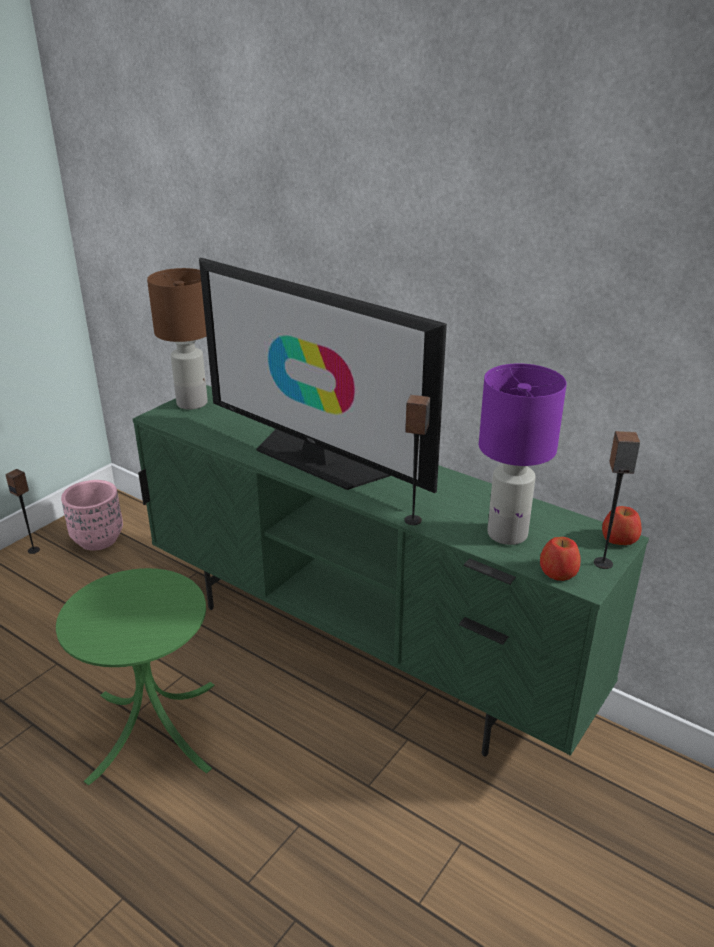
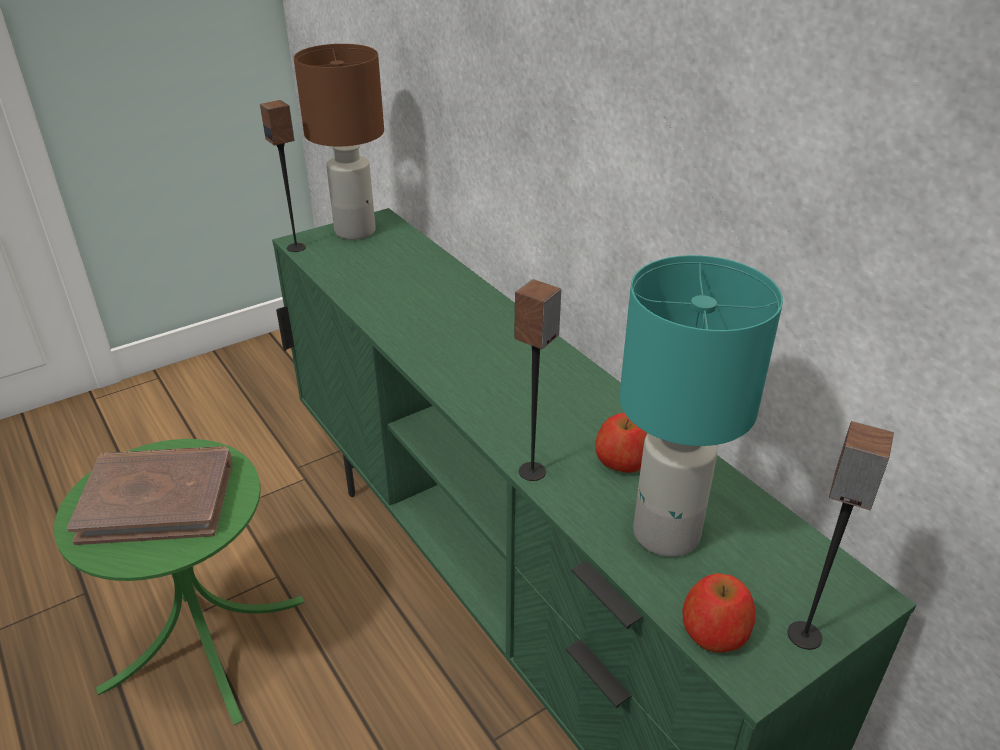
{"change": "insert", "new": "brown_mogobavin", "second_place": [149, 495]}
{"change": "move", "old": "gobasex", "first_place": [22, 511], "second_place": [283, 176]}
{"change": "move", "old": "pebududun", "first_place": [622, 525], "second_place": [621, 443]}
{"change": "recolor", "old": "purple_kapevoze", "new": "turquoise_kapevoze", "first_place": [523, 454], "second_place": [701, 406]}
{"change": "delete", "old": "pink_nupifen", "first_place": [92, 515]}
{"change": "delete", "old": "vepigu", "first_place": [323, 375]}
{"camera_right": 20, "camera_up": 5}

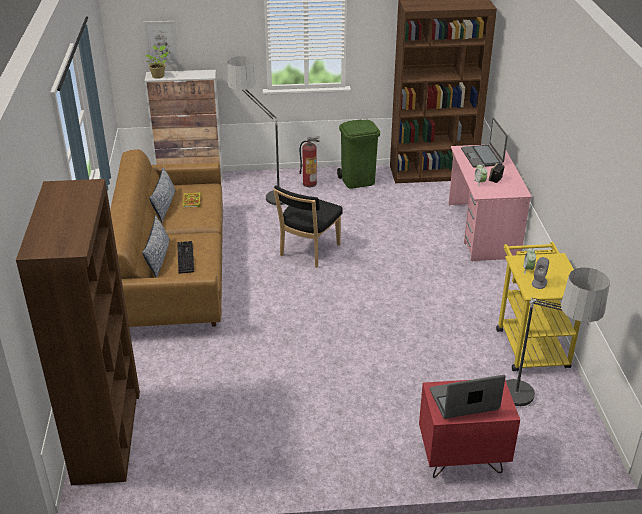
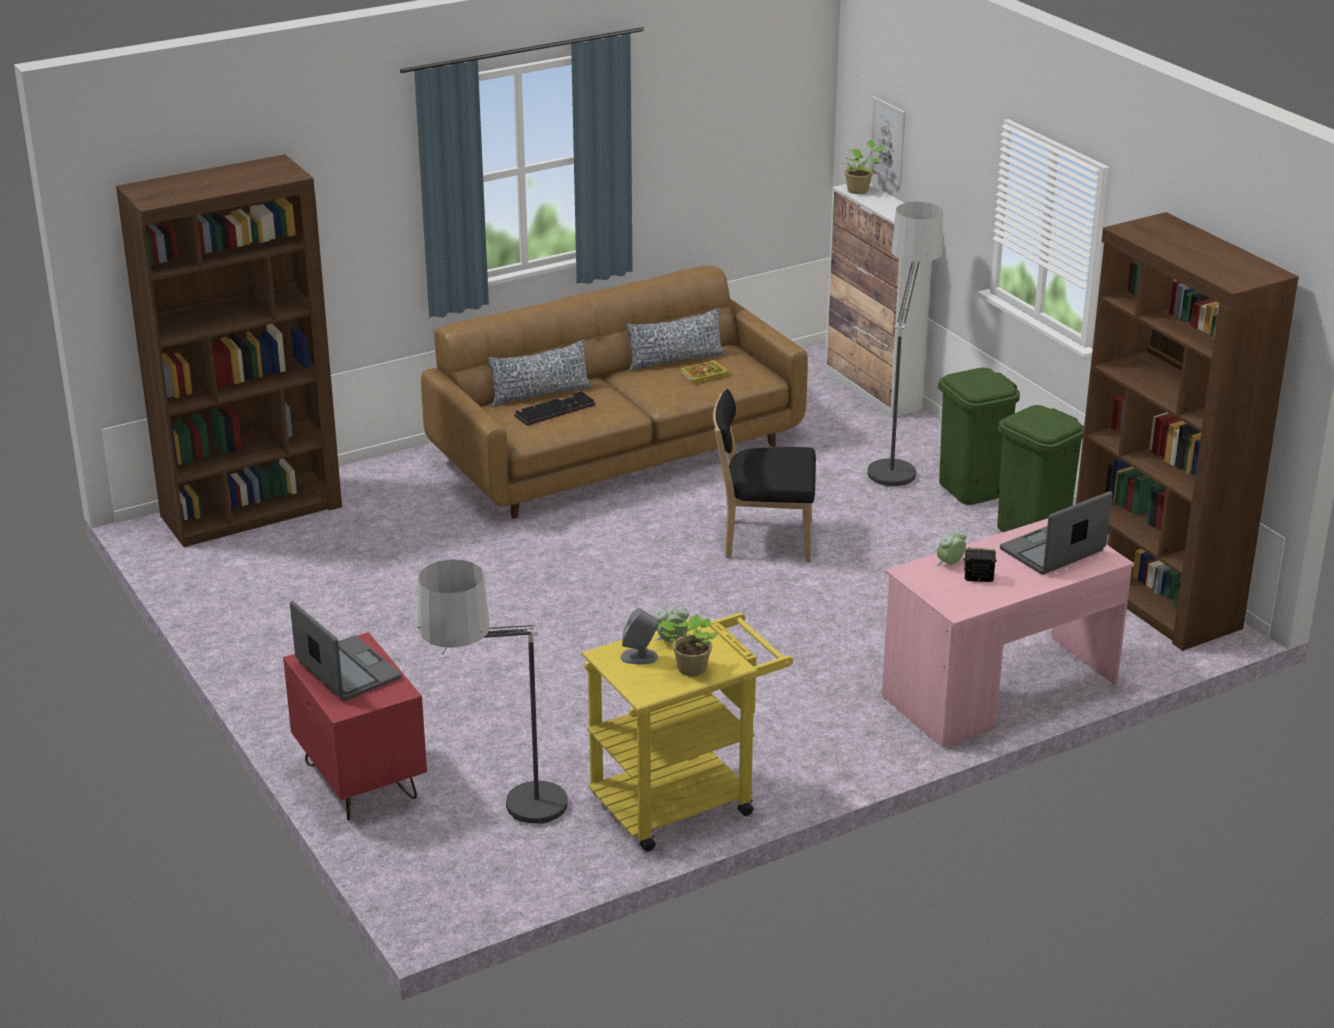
{"change": "insert", "new": "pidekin", "second_place": [688, 645]}
{"change": "replace", "old": "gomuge", "new": "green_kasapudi", "first_place": [309, 161], "second_place": [979, 436]}
{"camera_right": 65, "camera_up": -5}

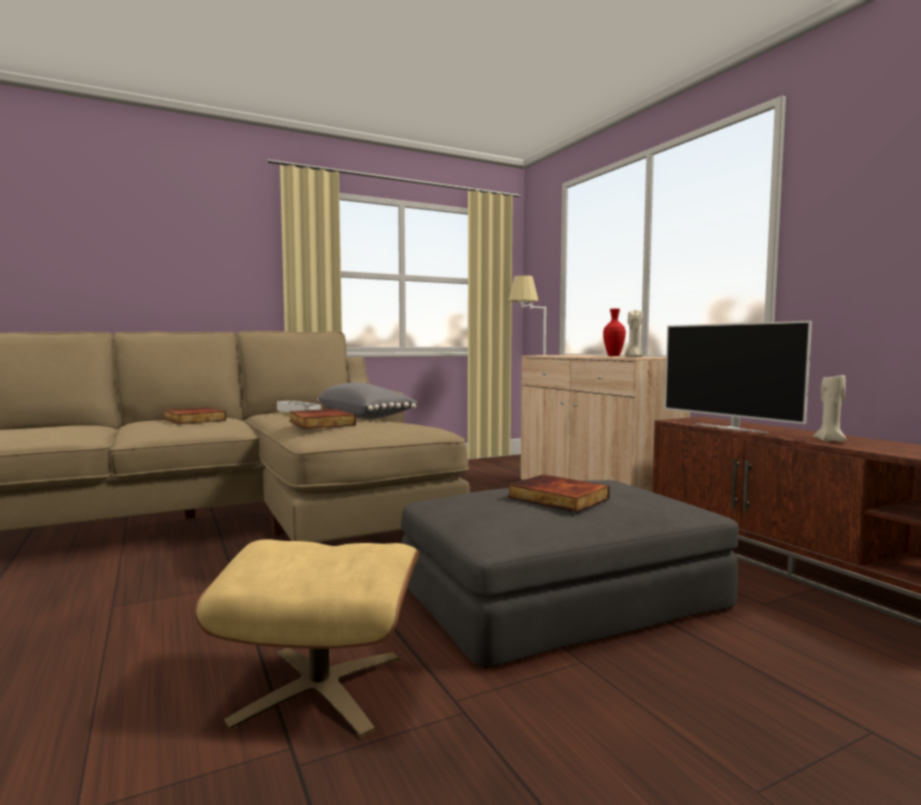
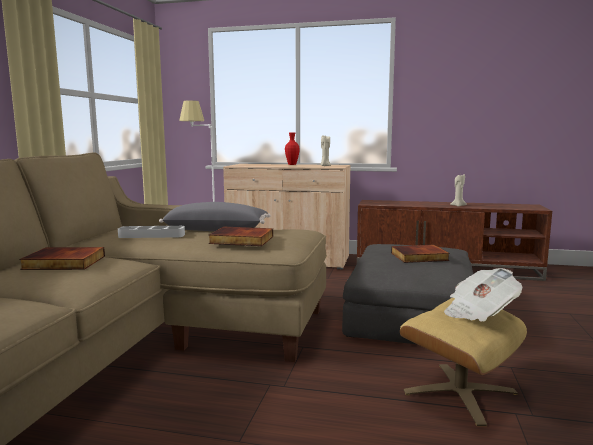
{"change": "insert", "new": "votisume", "second_place": [483, 295]}
{"change": "delete", "old": "vepigu", "first_place": [738, 377]}
{"camera_right": -50, "camera_up": 5}

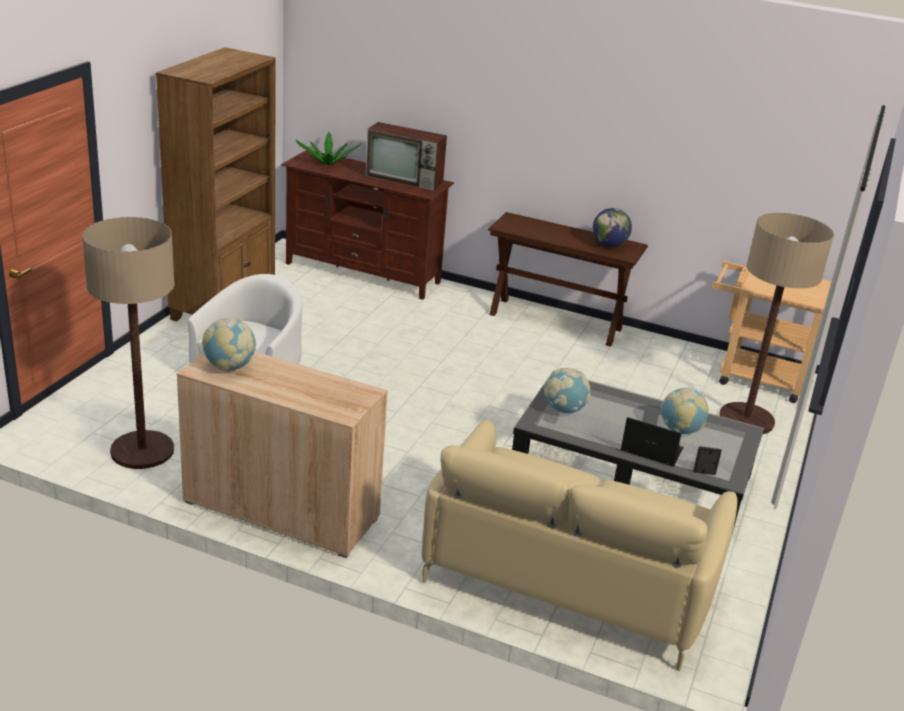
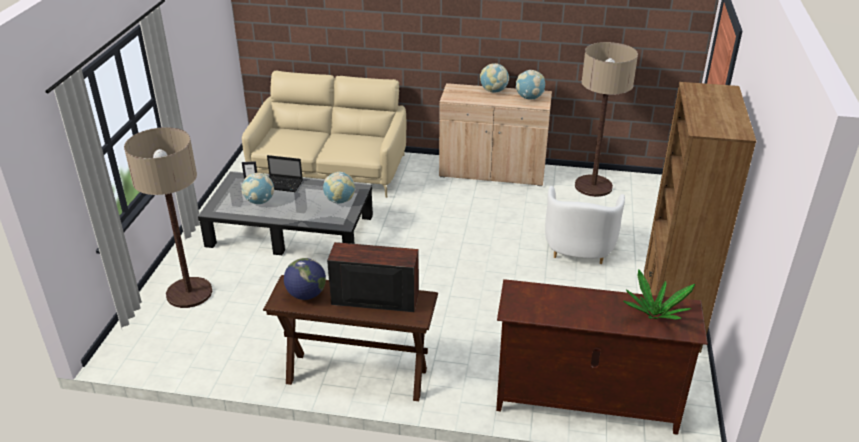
{"change": "move", "old": "vepigu", "first_place": [406, 156], "second_place": [373, 277]}
{"change": "insert", "new": "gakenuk", "second_place": [494, 78]}
{"change": "delete", "old": "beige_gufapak", "first_place": [771, 332]}
{"camera_right": 170, "camera_up": 5}

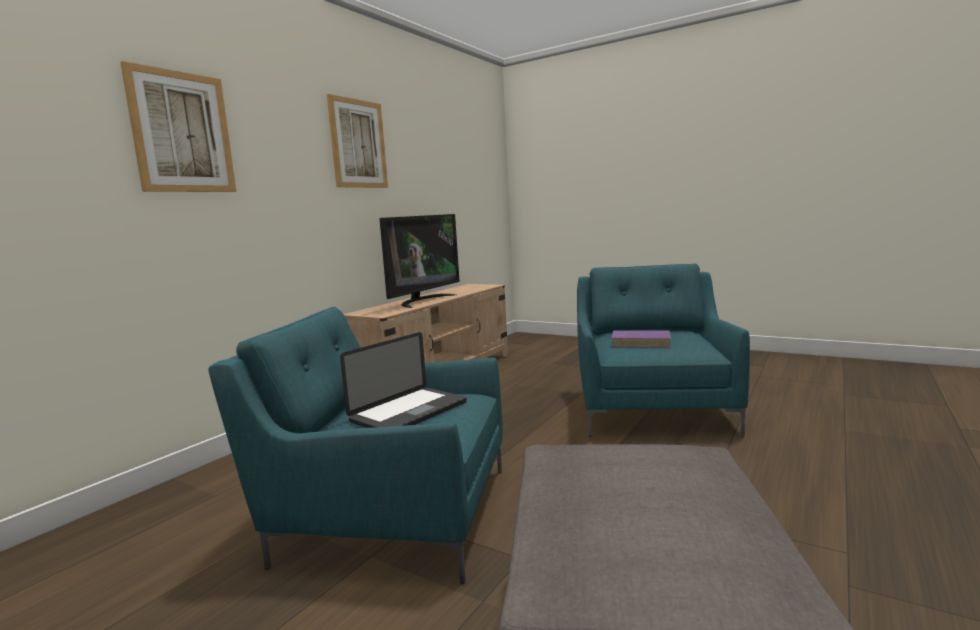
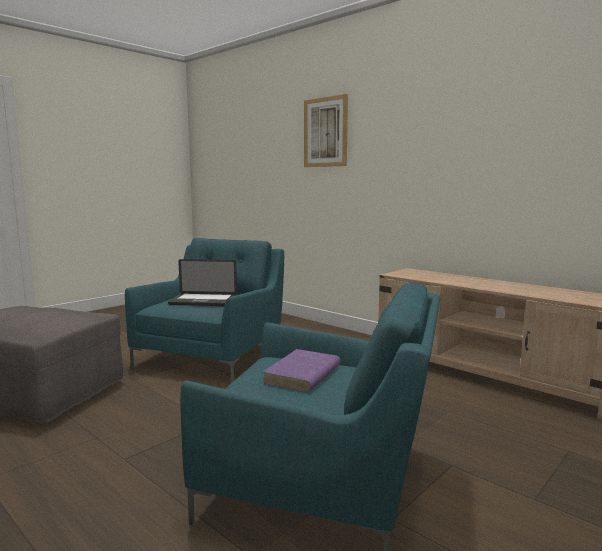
{"change": "rotate", "old": "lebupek", "first_place": [403, 380], "second_place": [202, 282], "degrees": -45}
{"change": "delete", "old": "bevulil", "first_place": [357, 141]}
{"change": "delete", "old": "vepigu", "first_place": [419, 261]}
{"camera_right": 100, "camera_up": 0}

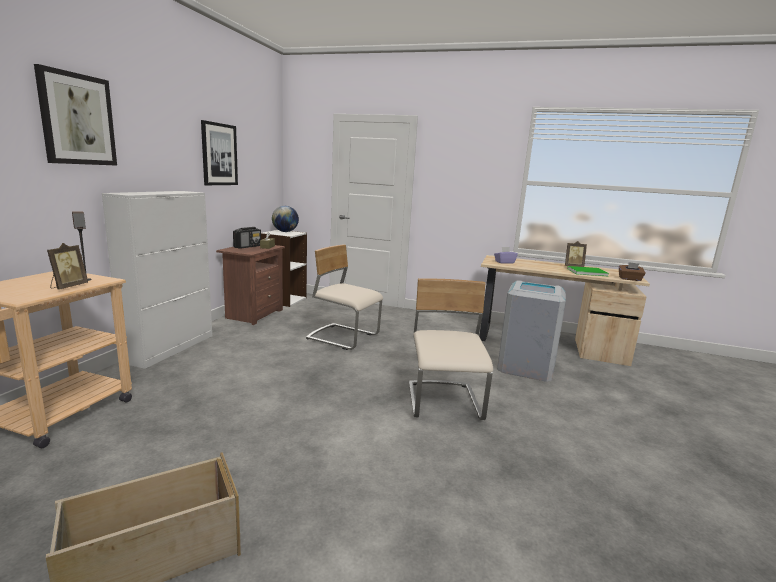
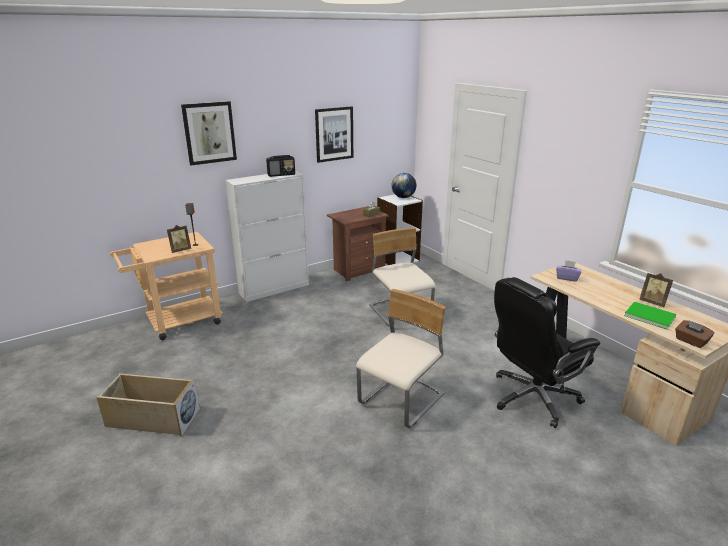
{"change": "move", "old": "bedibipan", "first_place": [247, 238], "second_place": [280, 166]}
{"change": "replace", "old": "grey_kasapudi", "new": "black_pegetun", "first_place": [531, 331], "second_place": [547, 352]}
{"camera_right": 40, "camera_up": 10}

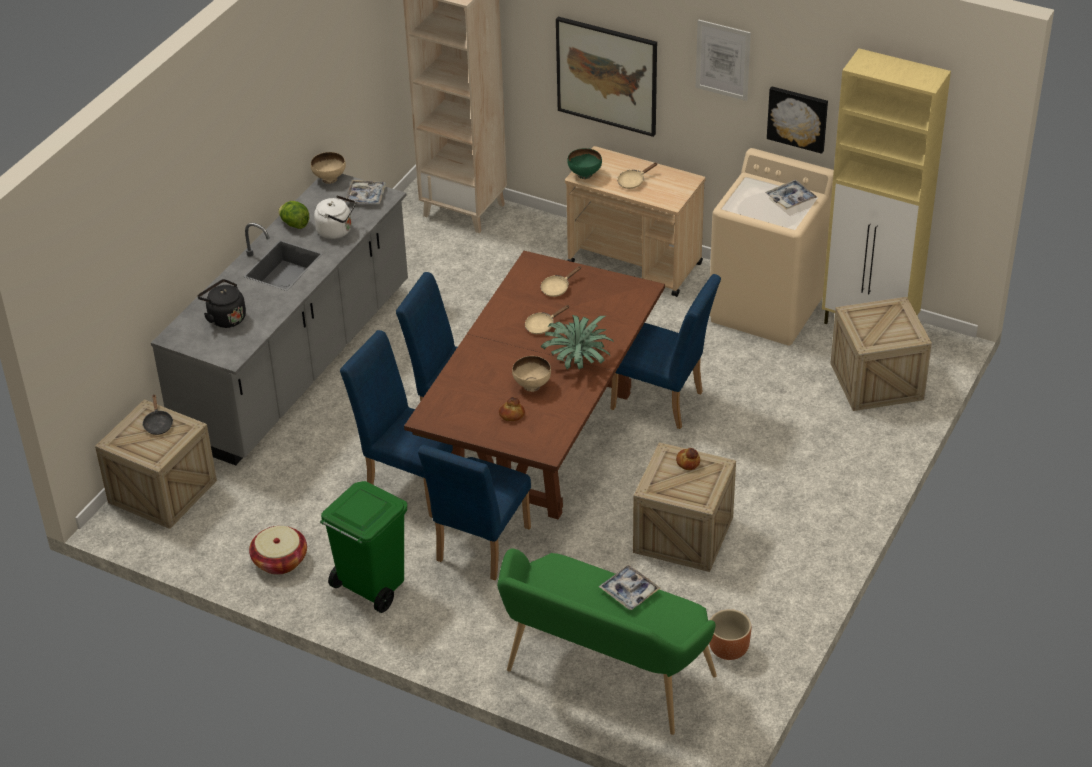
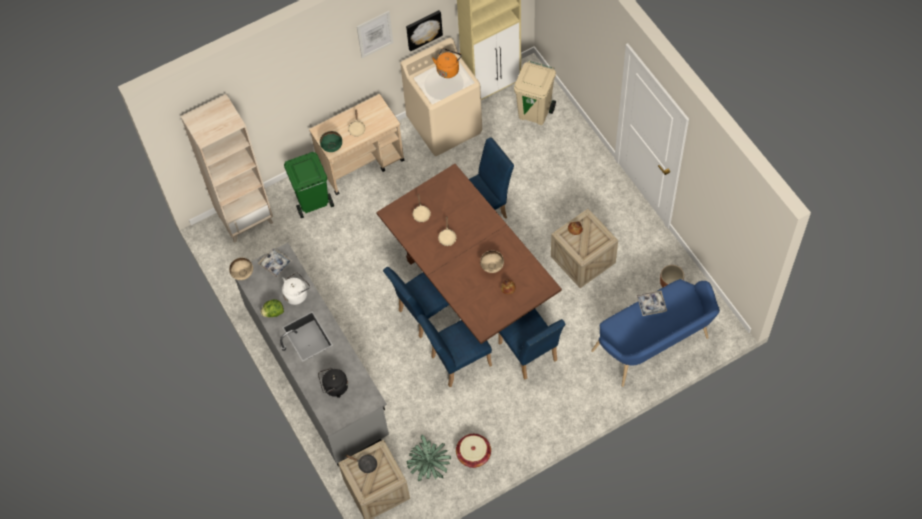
{"change": "move", "old": "green_kasapudi", "first_place": [363, 547], "second_place": [309, 185]}
{"change": "move", "old": "pidekin", "first_place": [577, 342], "second_place": [428, 458]}
{"change": "replace", "old": "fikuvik", "new": "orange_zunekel", "first_place": [791, 195], "second_place": [447, 63]}
{"change": "replace", "old": "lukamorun", "new": "beige_kasapudi", "first_place": [881, 354], "second_place": [535, 93]}
{"change": "recolor", "old": "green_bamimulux", "new": "blue_bamimulux", "first_place": [607, 641], "second_place": [655, 333]}
{"change": "delete", "old": "bevulil", "first_place": [606, 77]}
{"camera_right": -55, "camera_up": 20}

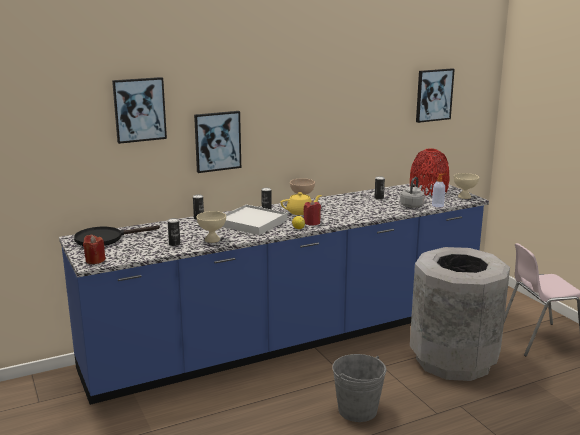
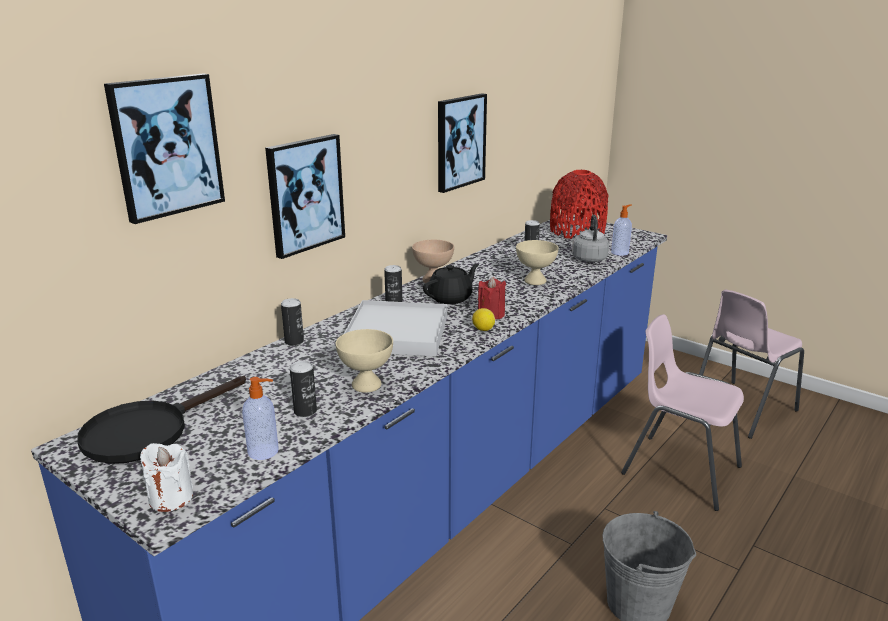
{"change": "recolor", "old": "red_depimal", "new": "white_depimal", "first_place": [94, 249], "second_place": [166, 477]}
{"change": "insert", "new": "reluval", "second_place": [260, 418]}
{"change": "recolor", "old": "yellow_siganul", "new": "black_siganul", "first_place": [301, 203], "second_place": [451, 284]}
{"change": "move", "old": "bevulil", "first_place": [435, 95], "second_place": [462, 143]}
{"change": "move", "old": "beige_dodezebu", "first_place": [466, 186], "second_place": [537, 262]}
{"change": "replace", "old": "grey_kasapudi", "new": "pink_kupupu", "first_place": [460, 314], "second_place": [682, 412]}
{"camera_right": -25, "camera_up": 5}

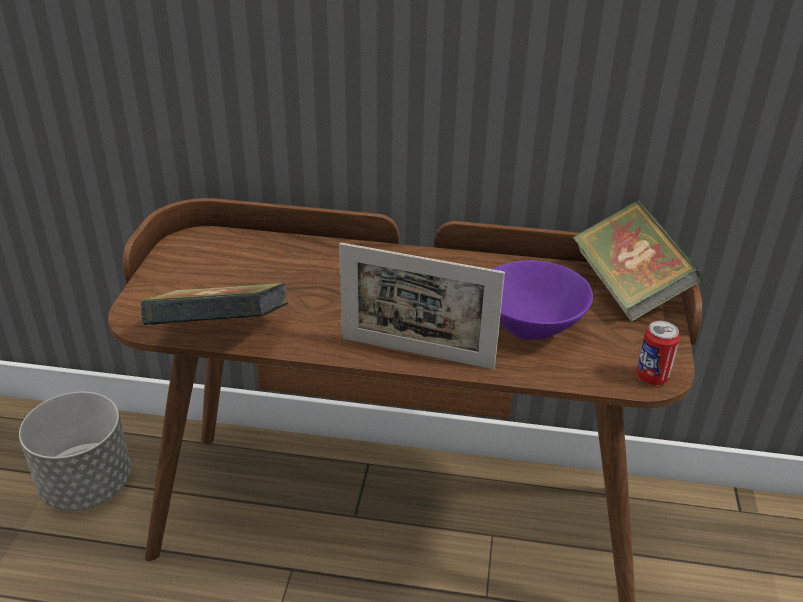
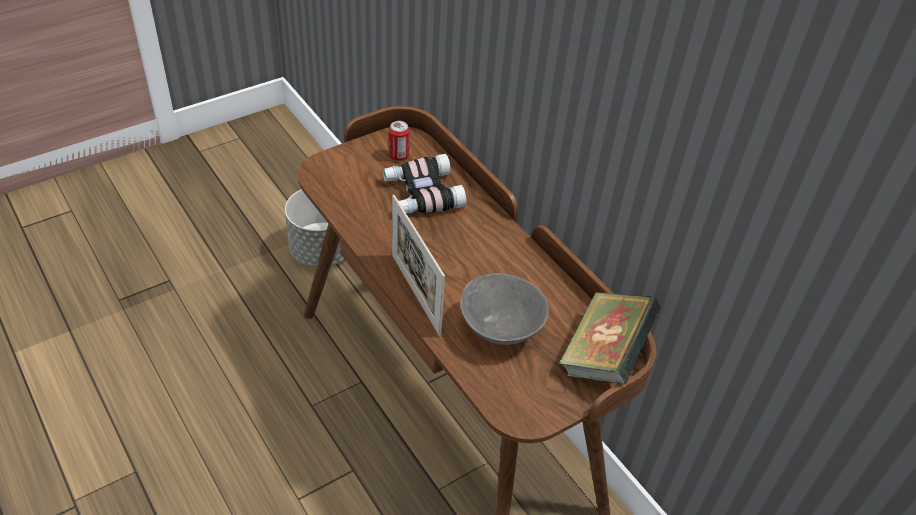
{"change": "insert", "new": "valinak", "second_place": [425, 184]}
{"change": "move", "old": "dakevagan", "first_place": [658, 353], "second_place": [399, 141]}
{"change": "recolor", "old": "purple_dodezebu", "new": "grey_dodezebu", "first_place": [542, 300], "second_place": [504, 309]}
{"change": "delete", "old": "mogobavin", "first_place": [214, 304]}
{"camera_right": 45, "camera_up": 10}

